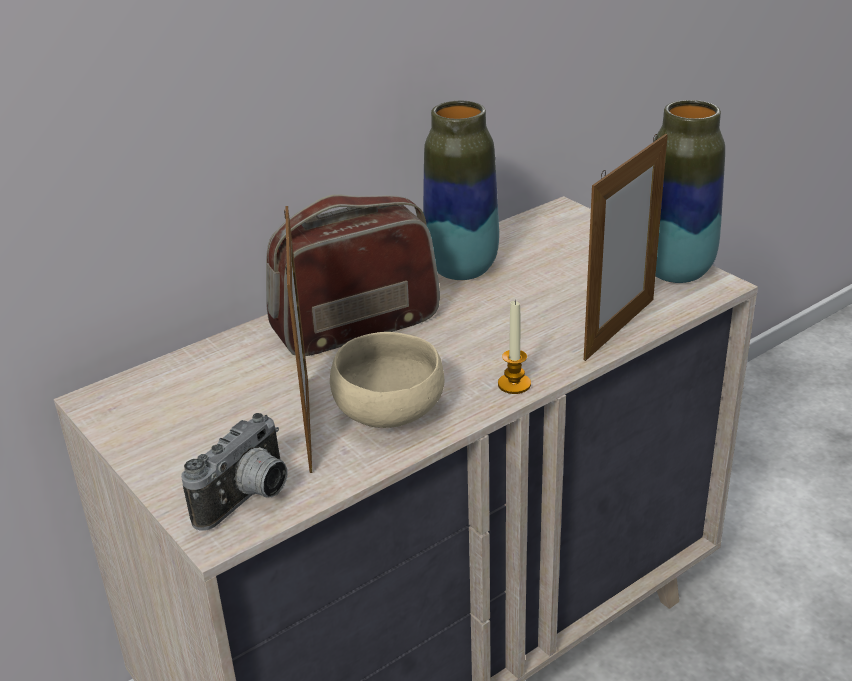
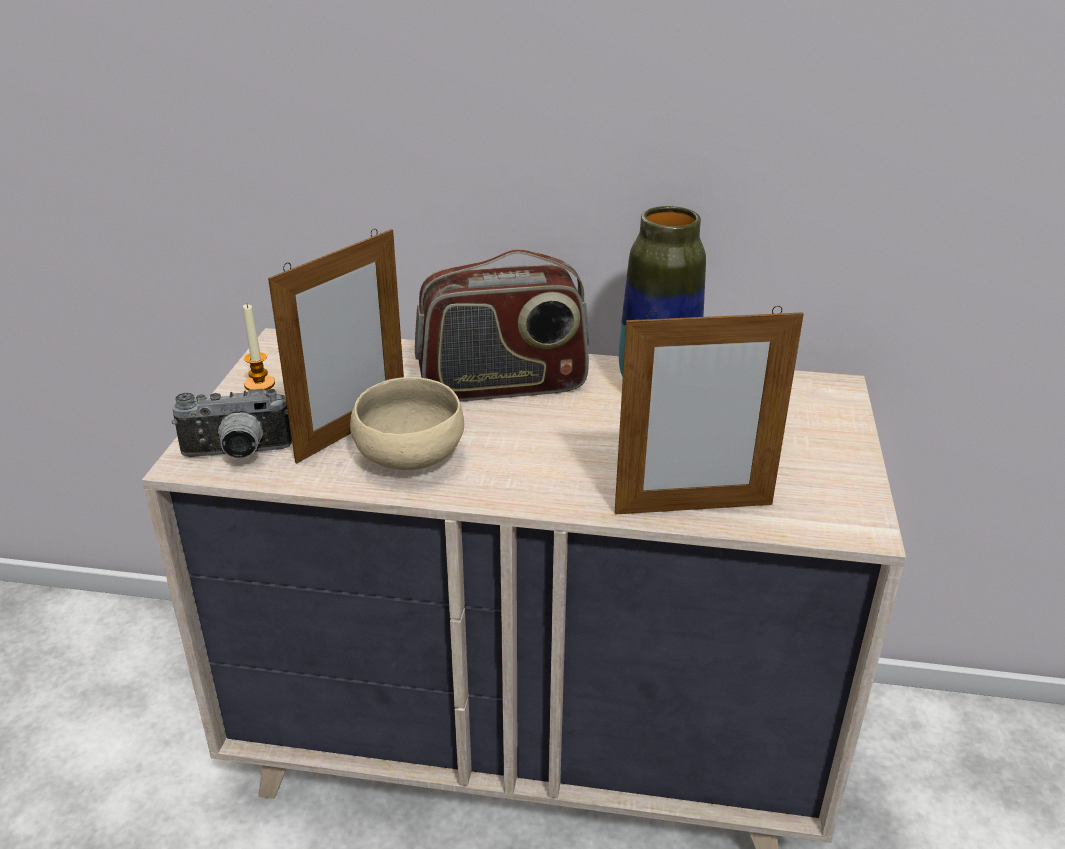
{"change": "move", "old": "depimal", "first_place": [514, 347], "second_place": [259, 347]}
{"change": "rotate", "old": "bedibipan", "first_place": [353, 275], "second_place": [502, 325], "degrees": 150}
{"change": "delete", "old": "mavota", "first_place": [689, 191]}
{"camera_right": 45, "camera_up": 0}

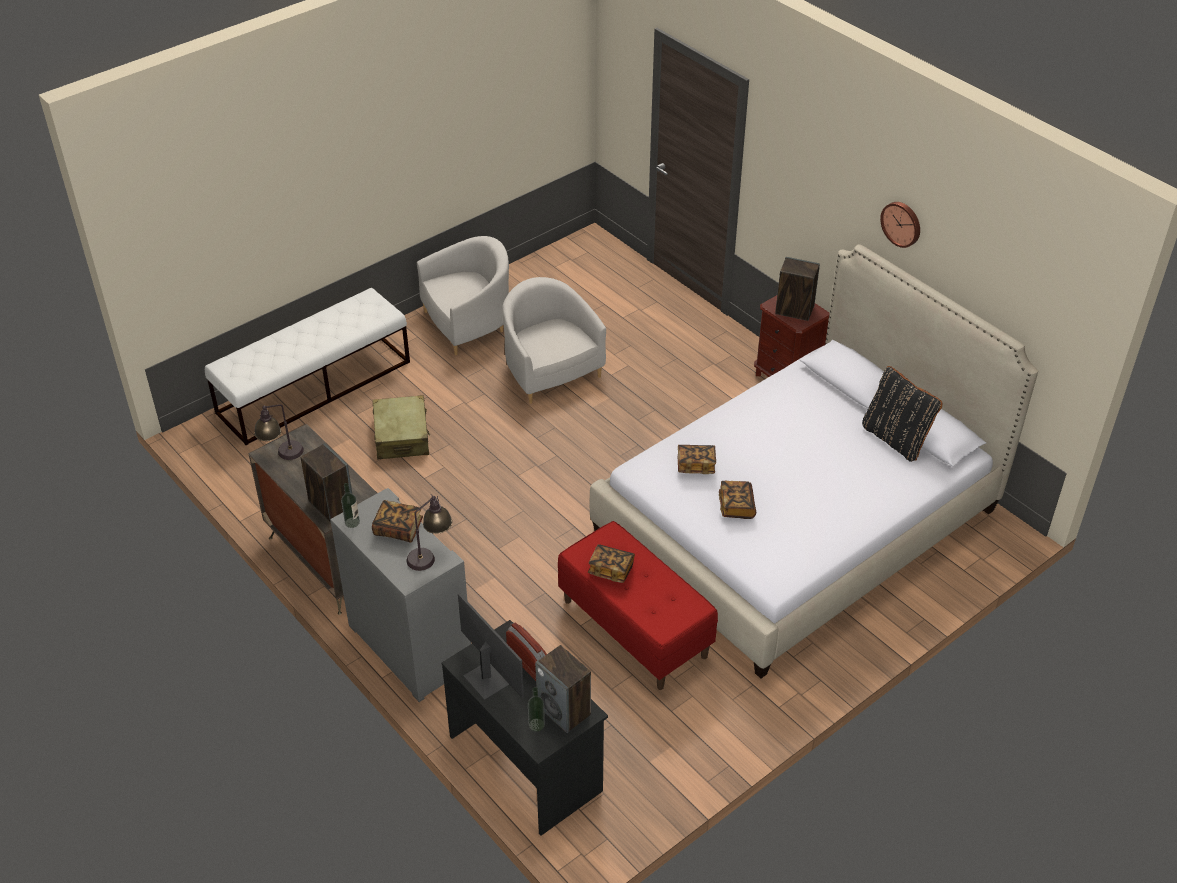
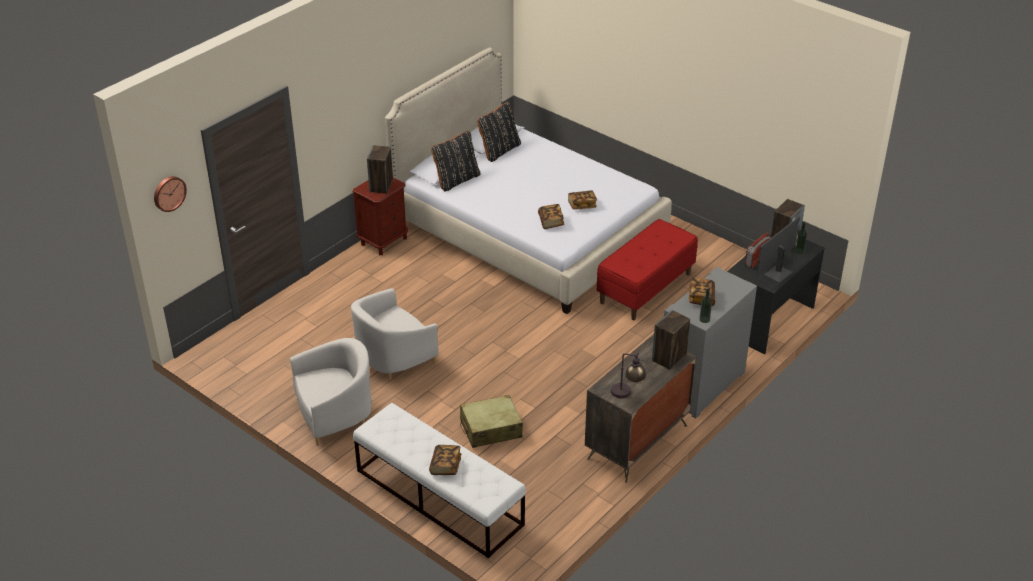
{"change": "move", "old": "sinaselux", "first_place": [900, 225], "second_place": [170, 194]}
{"change": "rotate", "old": "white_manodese", "first_place": [463, 295], "second_place": [331, 392], "degrees": 105}
{"change": "move", "old": "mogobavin", "first_place": [611, 563], "second_place": [445, 460]}
{"change": "insert", "new": "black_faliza", "second_place": [456, 161]}
{"change": "delete", "old": "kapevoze", "first_place": [429, 532]}
{"camera_right": -100, "camera_up": -5}

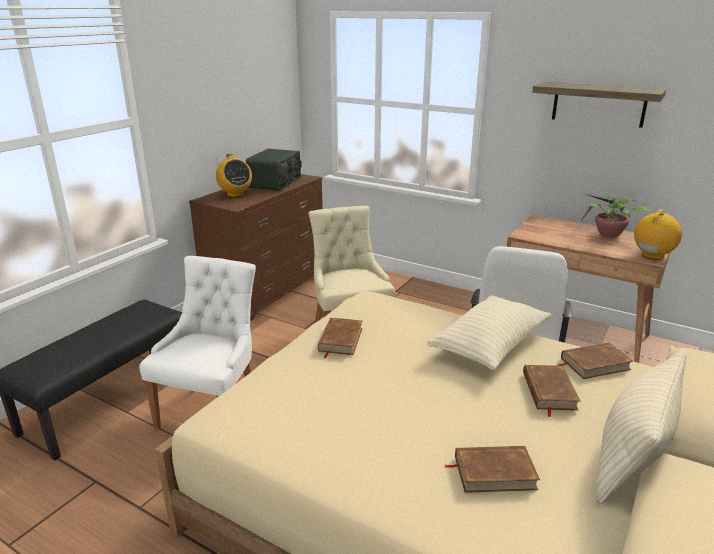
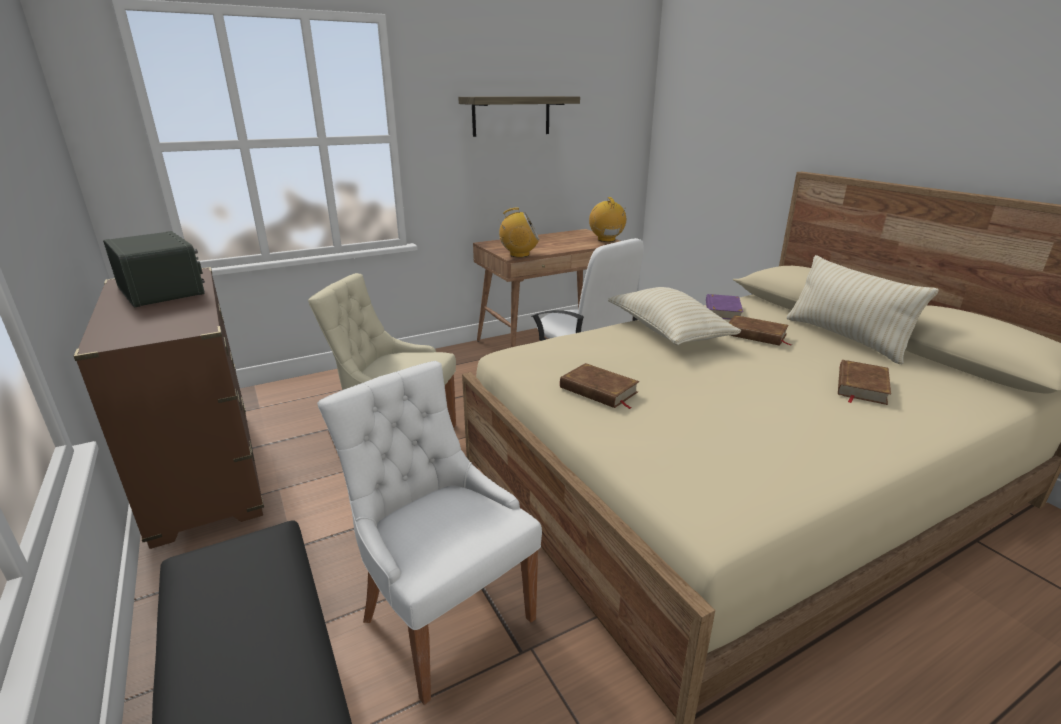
{"change": "move", "old": "bedibipan", "first_place": [234, 175], "second_place": [519, 233]}
{"change": "recolor", "old": "brown_mogobavin", "new": "purple_mogobavin", "first_place": [595, 360], "second_place": [724, 307]}
{"change": "delete", "old": "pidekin", "first_place": [615, 216]}
{"camera_right": -60, "camera_up": 0}

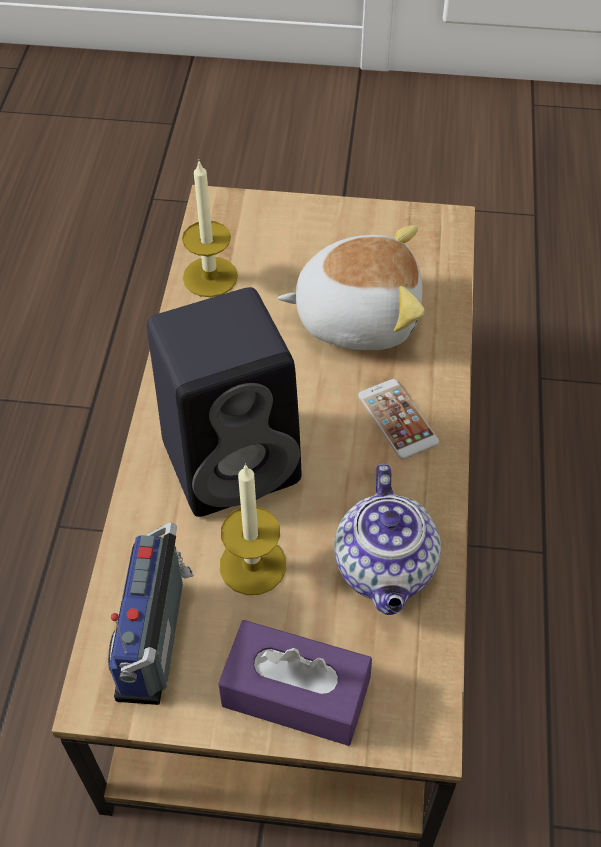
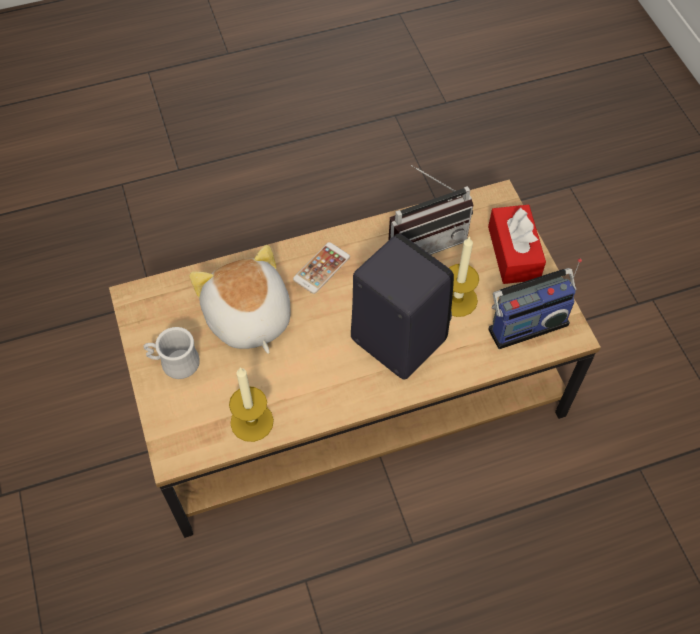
{"change": "insert", "new": "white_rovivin", "second_place": [172, 353]}
{"change": "replace", "old": "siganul", "new": "bedibipan", "first_place": [387, 539], "second_place": [430, 210]}
{"change": "recolor", "old": "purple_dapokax", "new": "red_dapokax", "first_place": [295, 683], "second_place": [517, 244]}
{"camera_right": -115, "camera_up": 5}

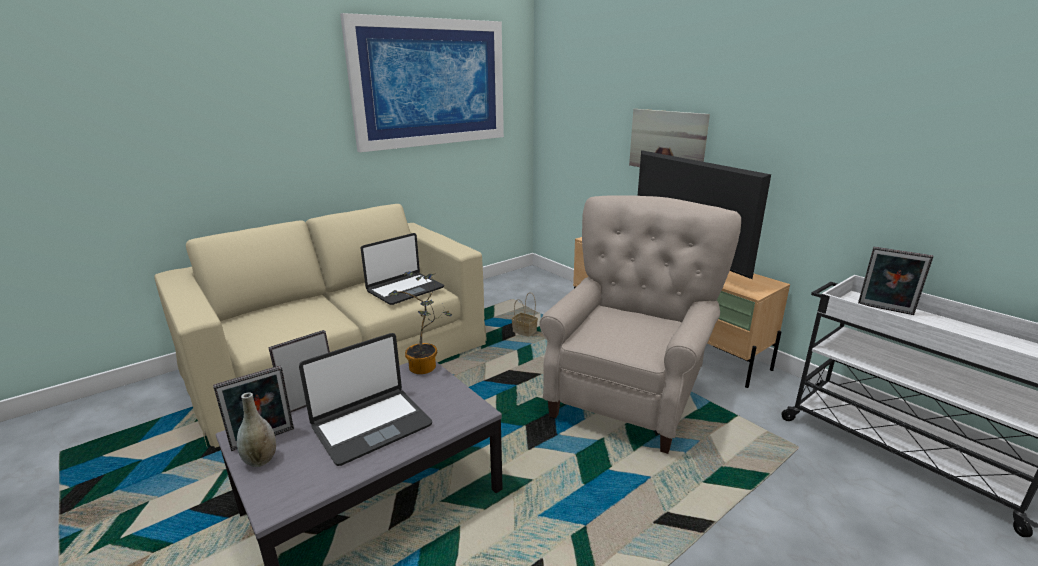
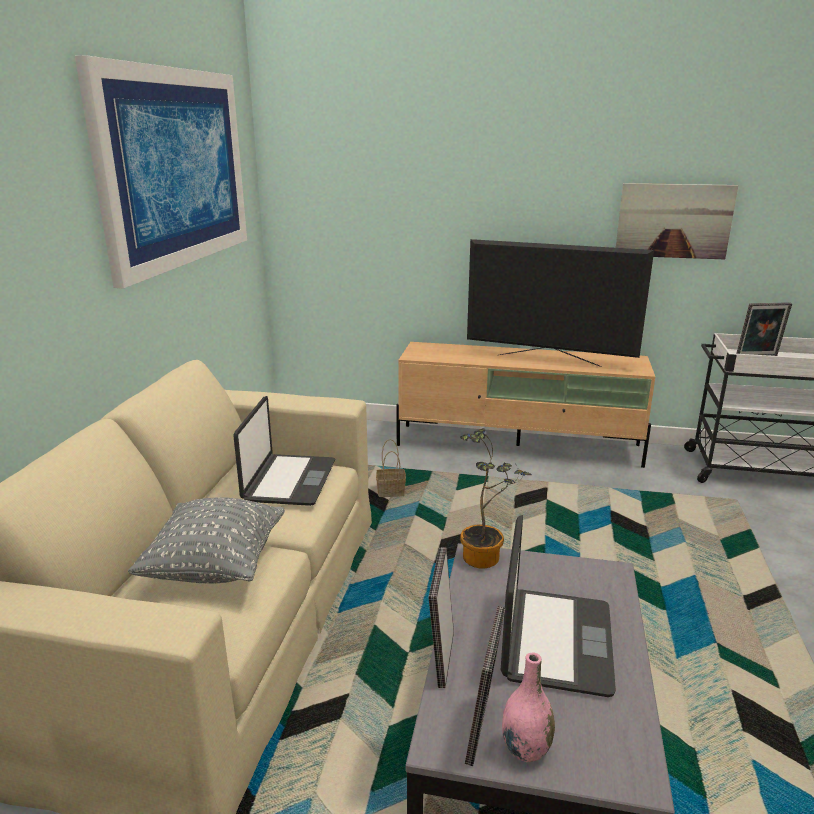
{"change": "insert", "new": "grey_faliza", "second_place": [206, 540]}
{"change": "recolor", "old": "grey_mavota", "new": "pink_mavota", "first_place": [256, 429], "second_place": [528, 707]}
{"change": "move", "old": "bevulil", "first_place": [669, 138], "second_place": [677, 221]}
{"change": "delete", "old": "beige_manodese", "first_place": [640, 324]}
{"camera_right": -40, "camera_up": 0}

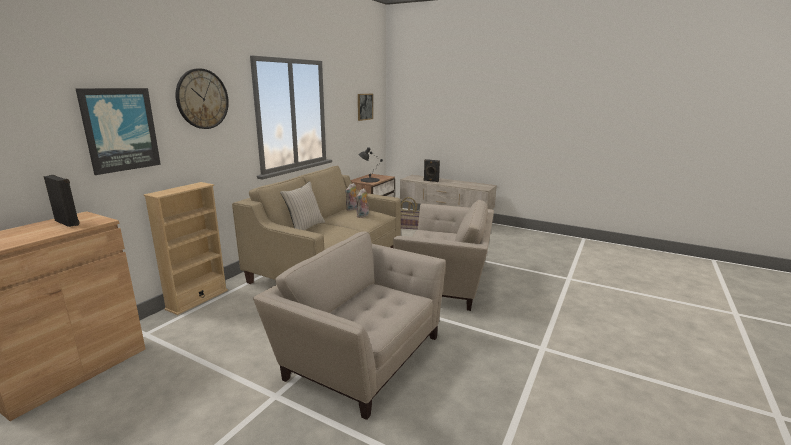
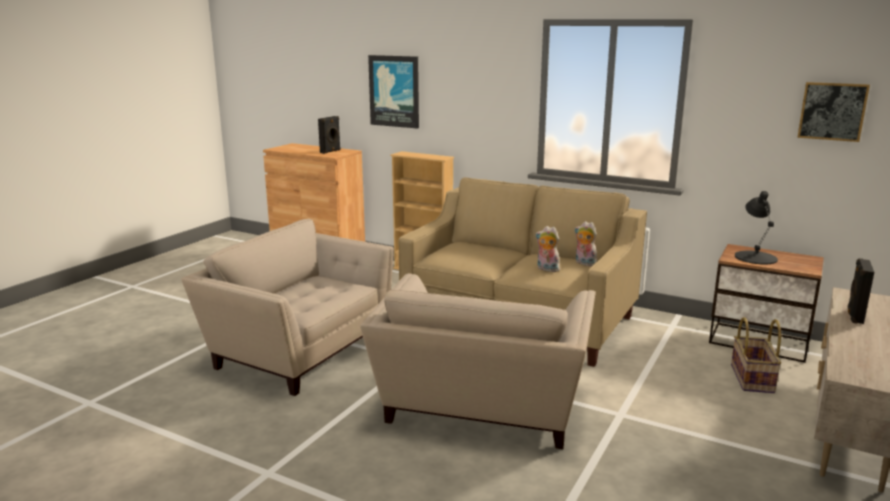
{"change": "rotate", "old": "beige_manodese", "first_place": [349, 326], "second_place": [287, 307], "degrees": -90}
{"change": "delete", "old": "sinaselux", "first_place": [202, 99]}
{"change": "delete", "old": "beige_faliza", "first_place": [302, 205]}
{"camera_right": 90, "camera_up": 0}

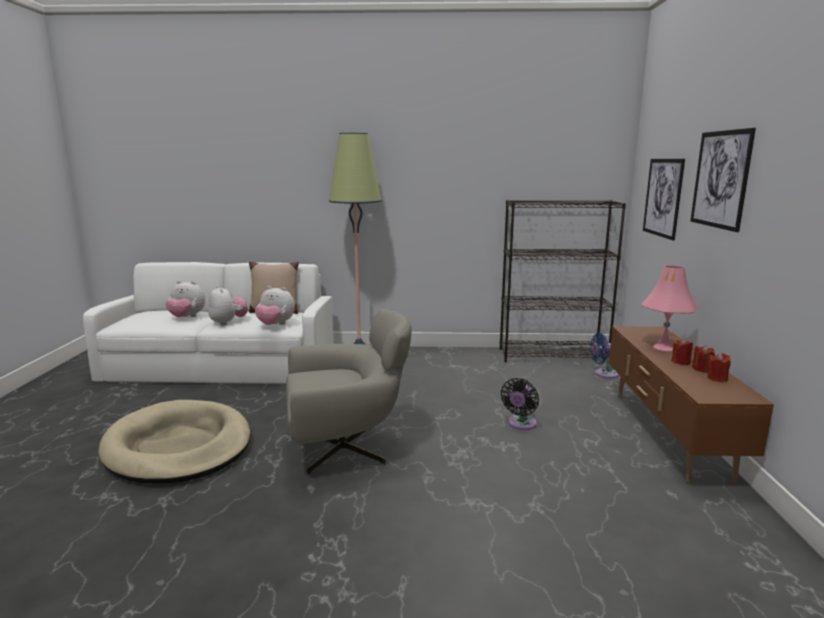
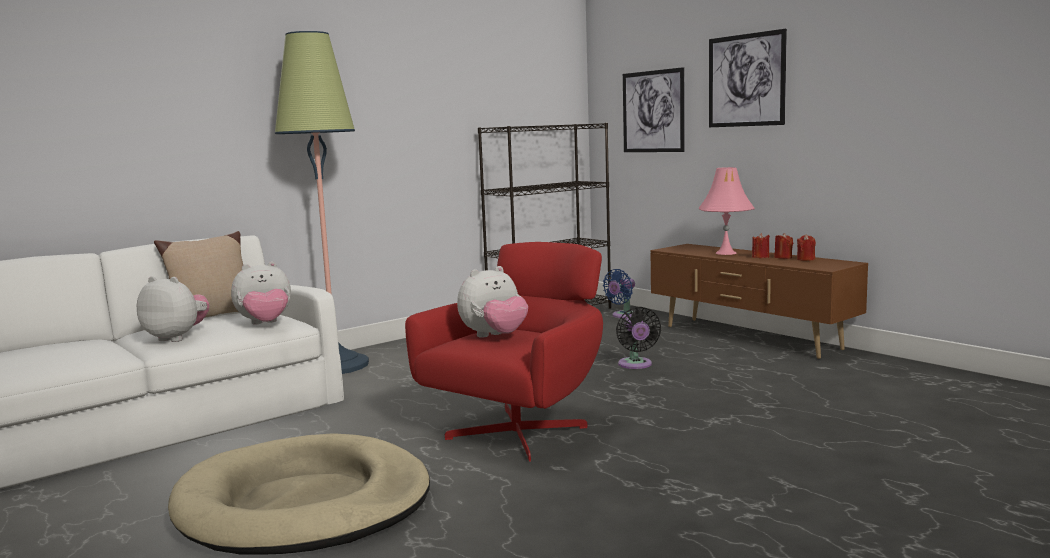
{"change": "recolor", "old": "grey_manodese", "new": "red_manodese", "first_place": [349, 392], "second_place": [504, 352]}
{"change": "move", "old": "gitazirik", "first_place": [185, 299], "second_place": [492, 302]}
{"camera_right": -40, "camera_up": -5}

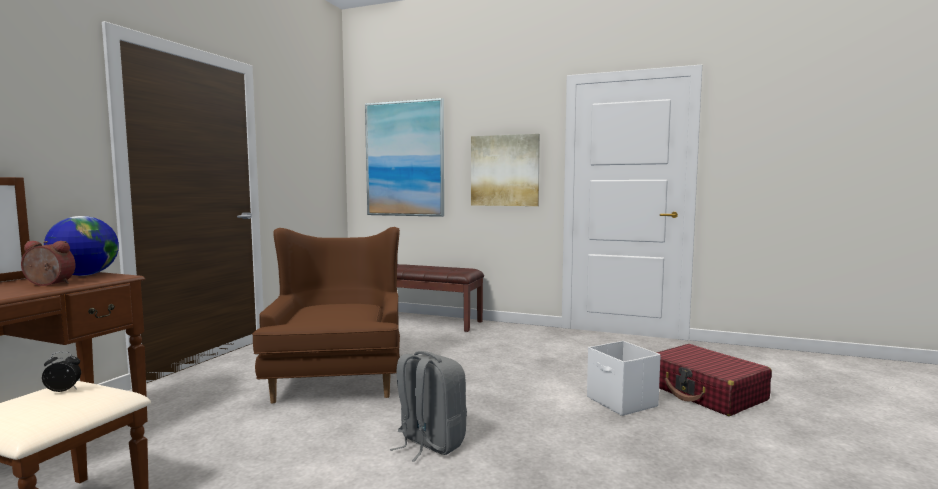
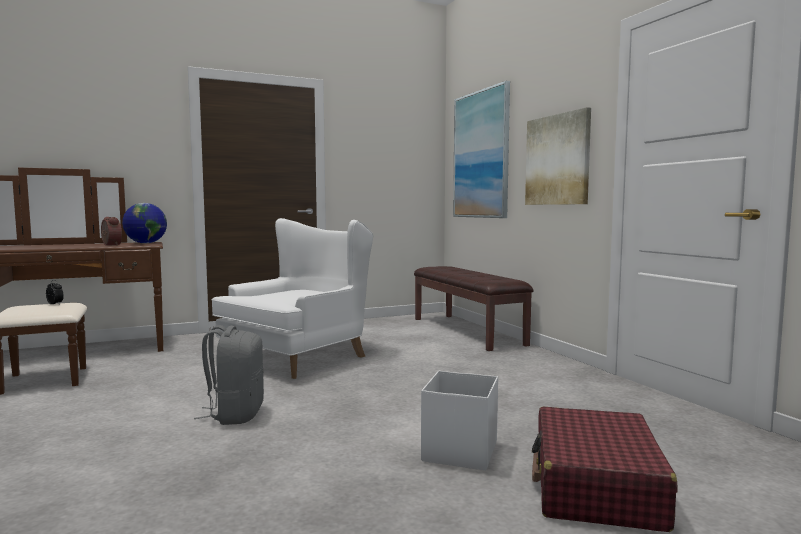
{"change": "recolor", "old": "brown_manodese", "new": "white_manodese", "first_place": [326, 315], "second_place": [292, 298]}
{"camera_right": 45, "camera_up": 0}

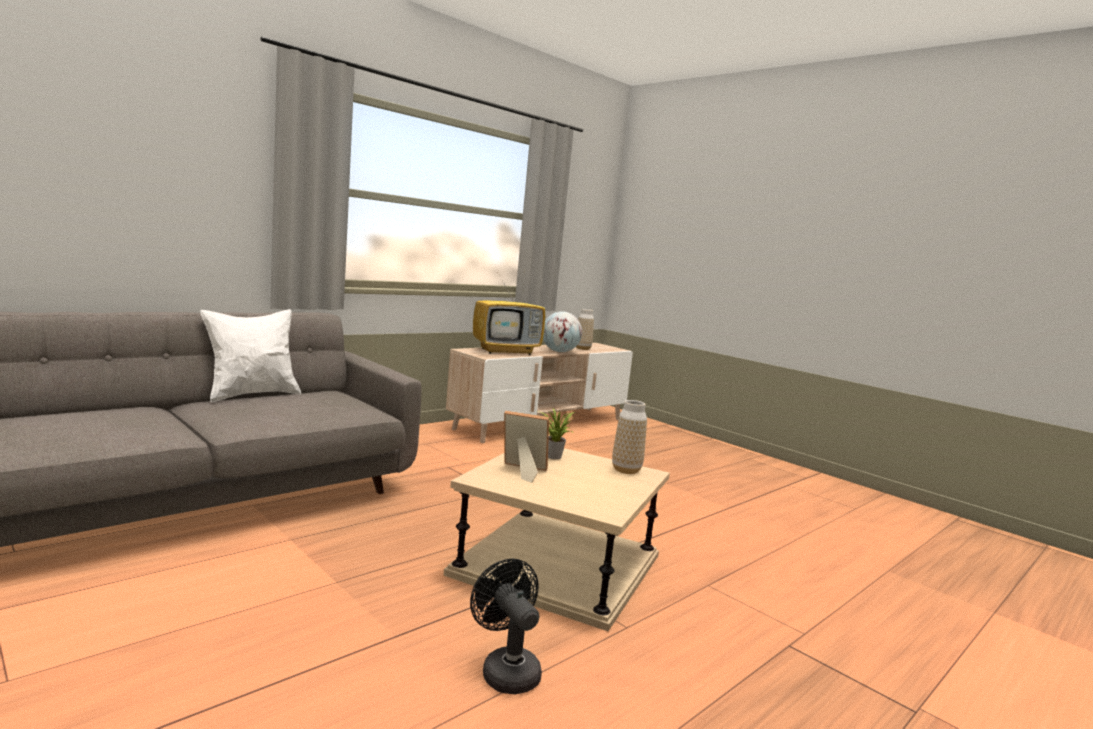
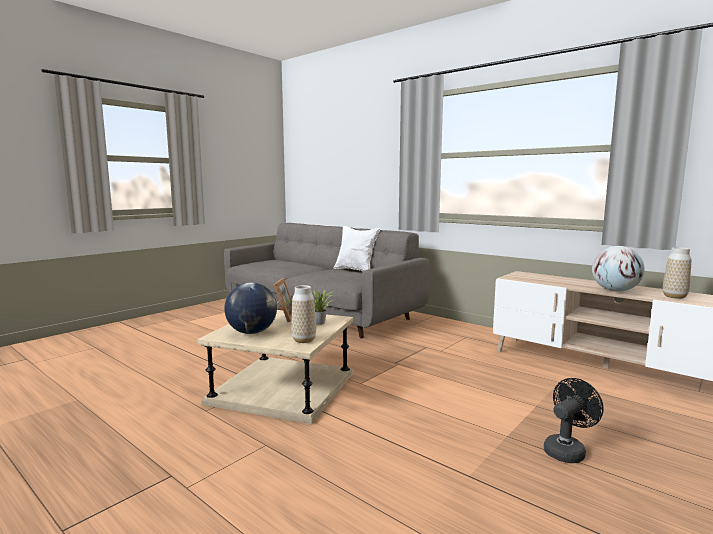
{"change": "insert", "new": "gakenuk", "second_place": [250, 308]}
{"change": "move", "old": "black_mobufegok", "first_place": [506, 627], "second_place": [574, 420]}
{"change": "delete", "old": "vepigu", "first_place": [509, 314]}
{"camera_right": 85, "camera_up": 0}

